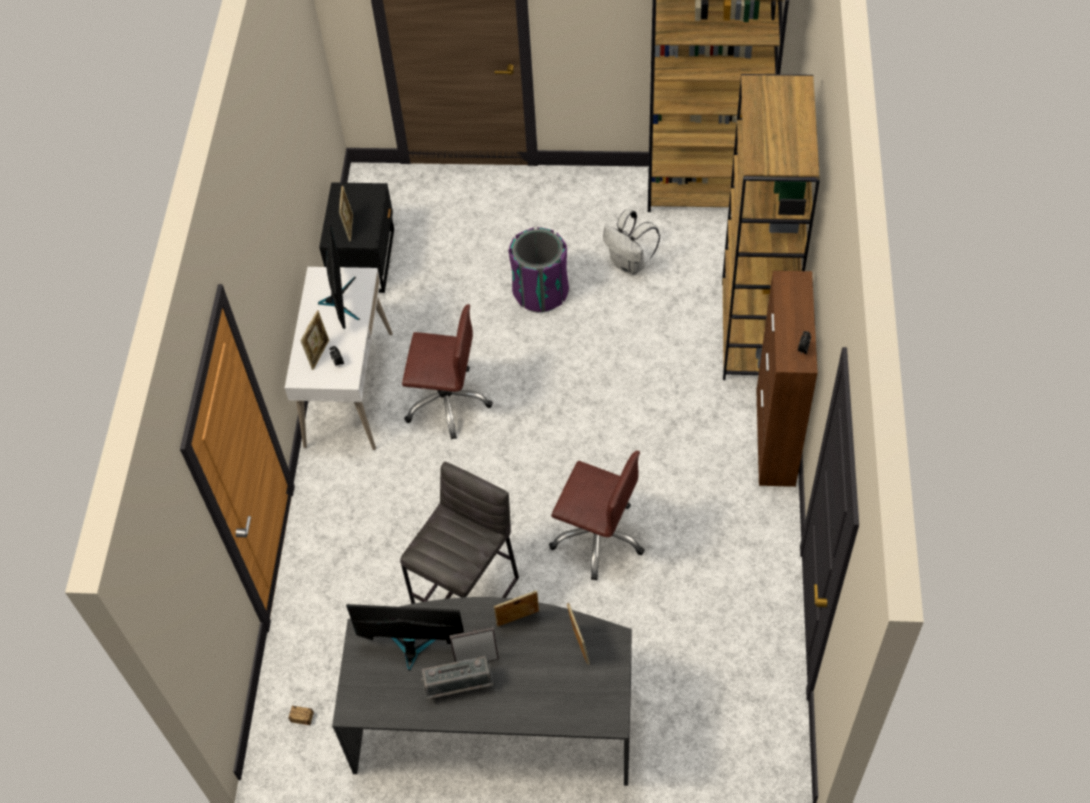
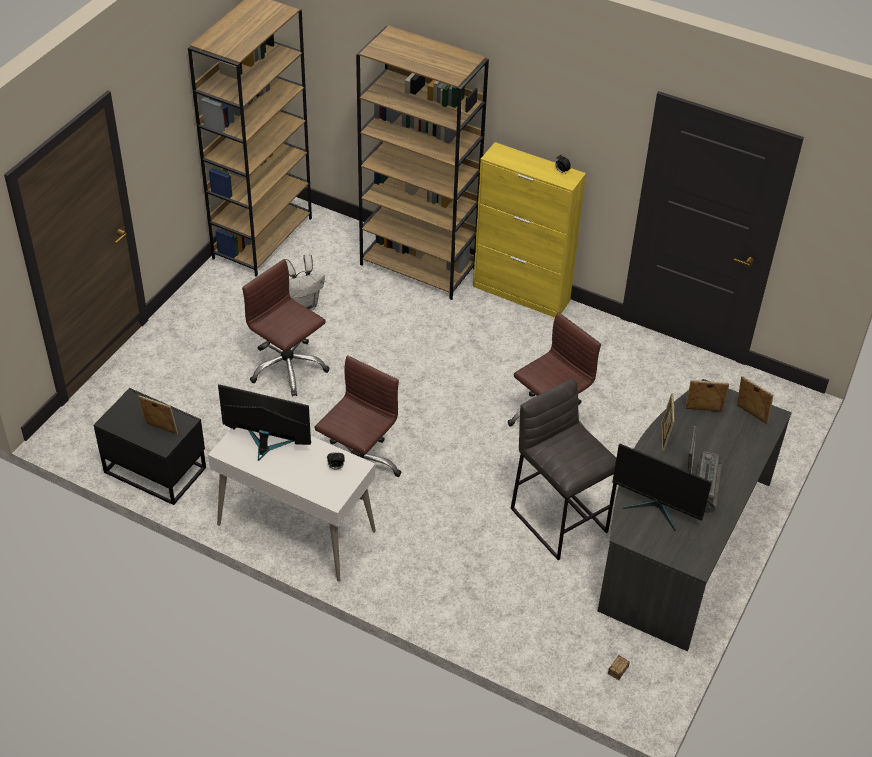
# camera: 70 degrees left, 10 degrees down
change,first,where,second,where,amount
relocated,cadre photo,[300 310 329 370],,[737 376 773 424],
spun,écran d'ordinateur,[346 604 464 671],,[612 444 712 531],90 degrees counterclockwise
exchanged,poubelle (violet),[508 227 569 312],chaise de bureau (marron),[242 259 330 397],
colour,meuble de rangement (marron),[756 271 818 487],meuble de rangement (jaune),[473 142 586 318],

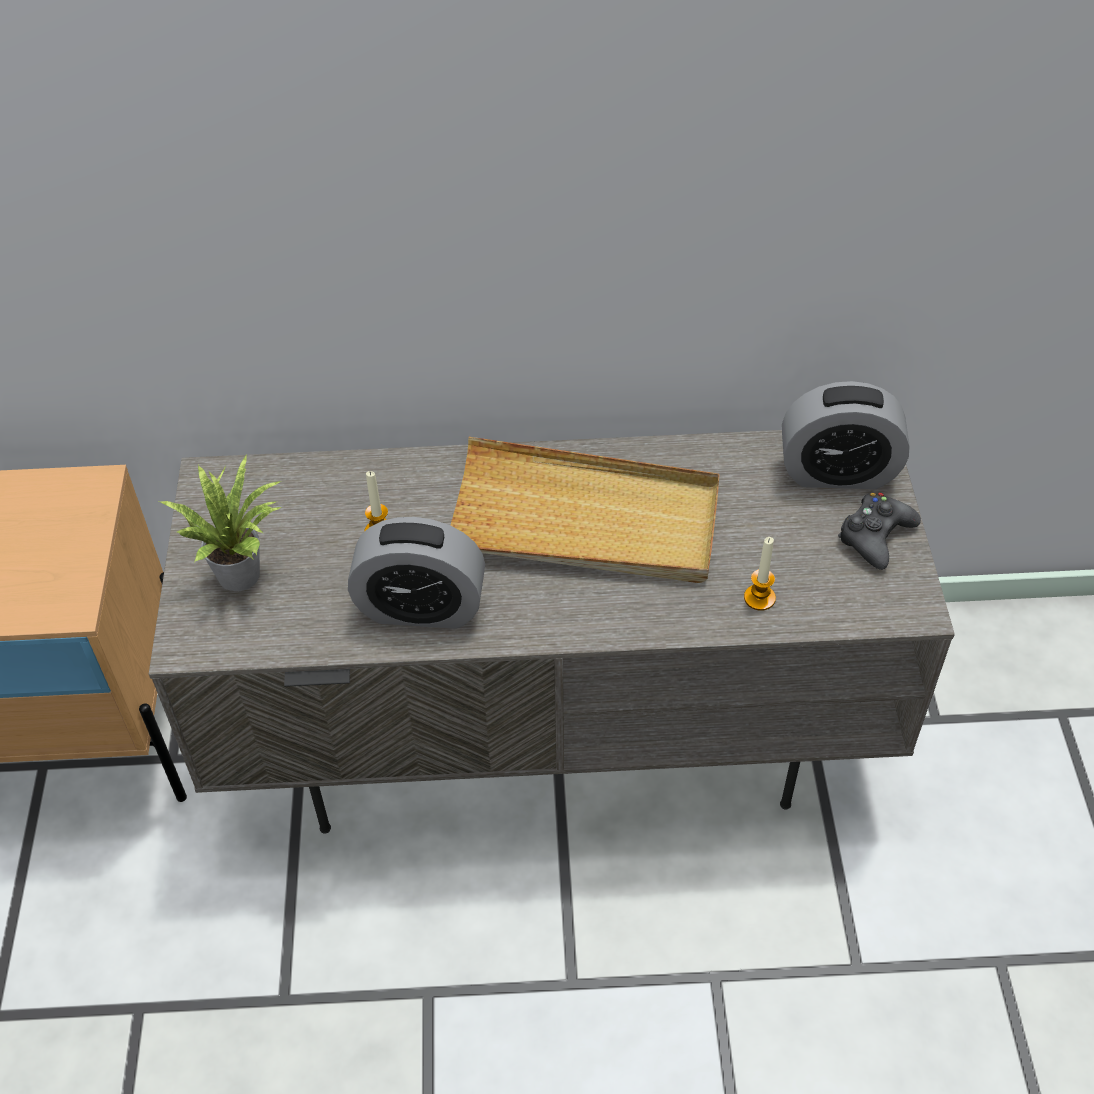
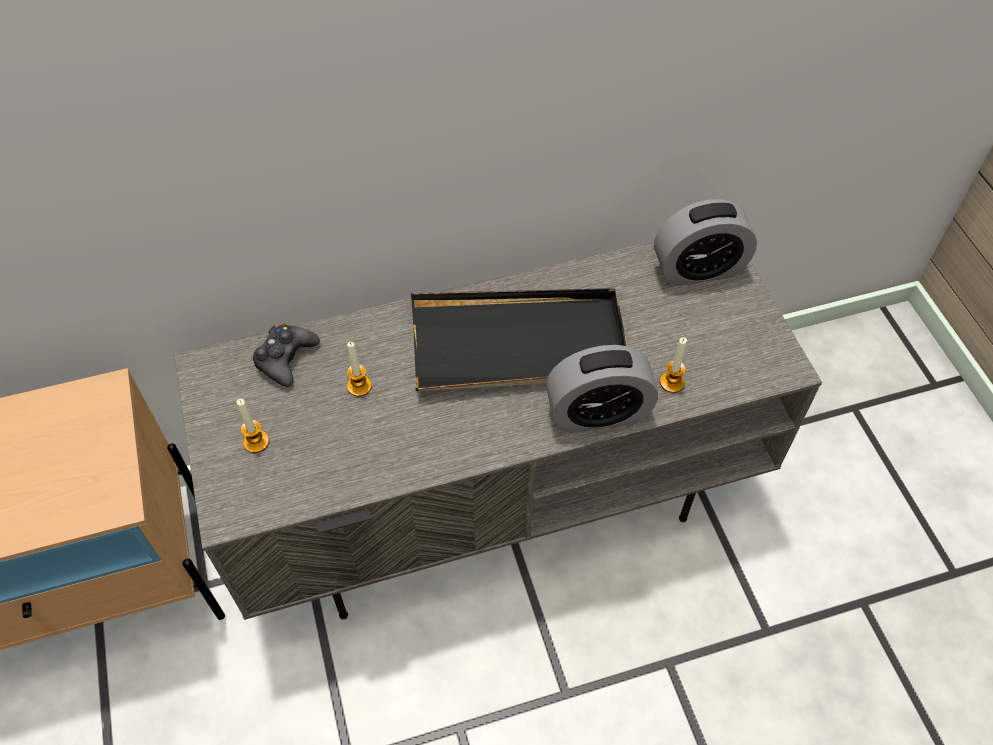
# camera: 15 degrees left, 5 degrees up
change,first,where,second,where,amount
exchanged,plante en pot,[159 455 282 591],bougie,[237 399 269 453],
relocated,réveil,[348 517 485 629],,[546 345 658 433],
colour,plateau (beige),[450 437 719 583],plateau (noir),[411 288 627 391],
relocated,manette (noir),[838 493 921 570],,[253 324 320 387],

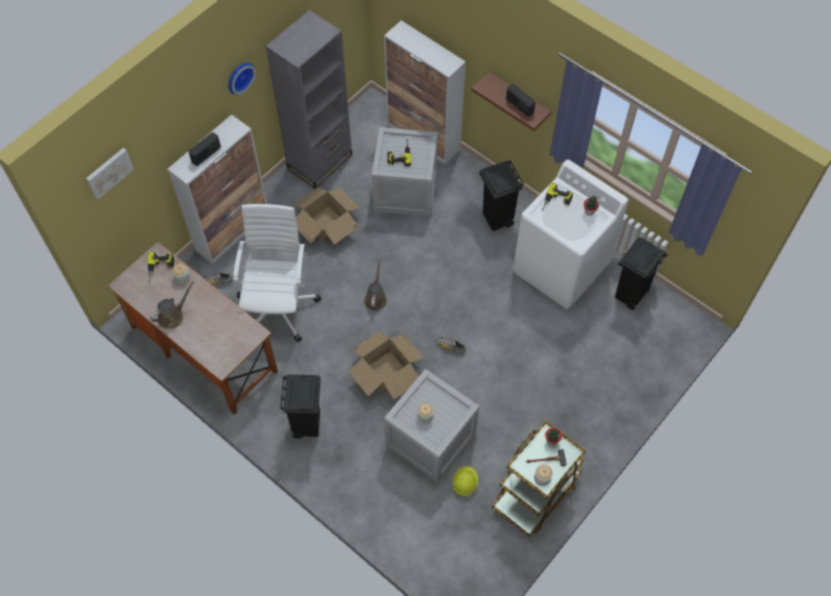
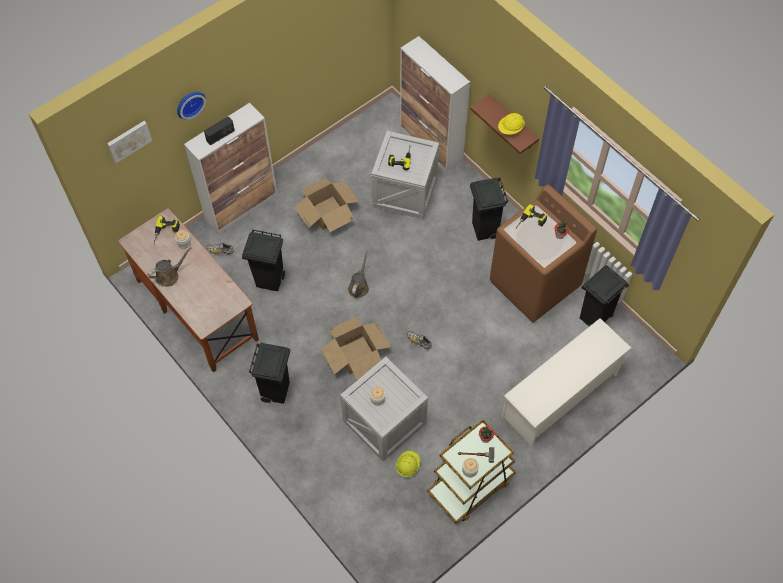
# camera: 10 degrees right, 0 degrees up
change,first,where,second,where,amount
relocated,horloge murale,[228 62 256 94],,[177 92 206 120],
exchanged,chaise de bureau (blanc),[233 204 321 342],poubelle (noir),[242 229 285 291],
missing,bibliothèque (gris),[266 10 352 189],,,
exchanged,radio,[506 84 536 117],casque de chantier (jaune),[498 113 525 135],
colour,lave-linge (blanc),[513 160 629 309],lave-linge (marron),[490 184 597 322],
appeared,,,étagère à chaussures (blanc),[501 318 631 446],

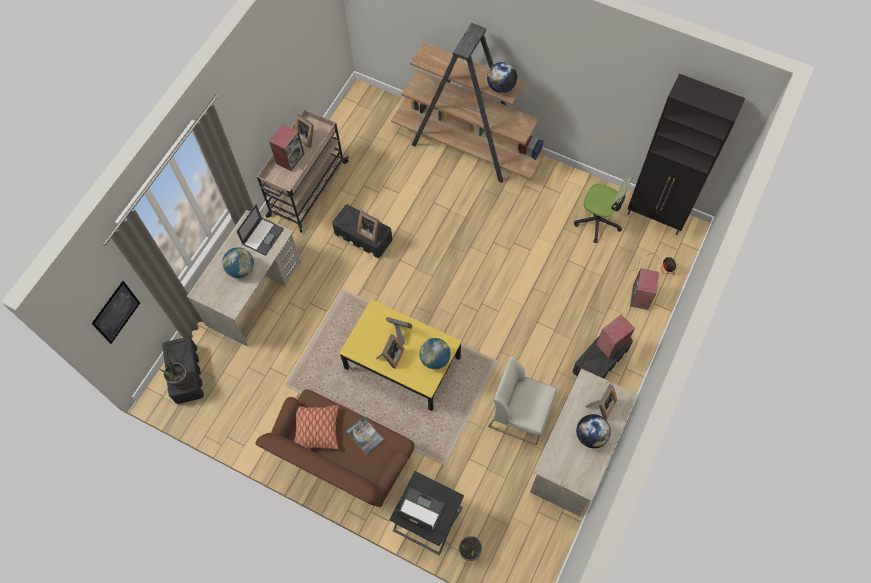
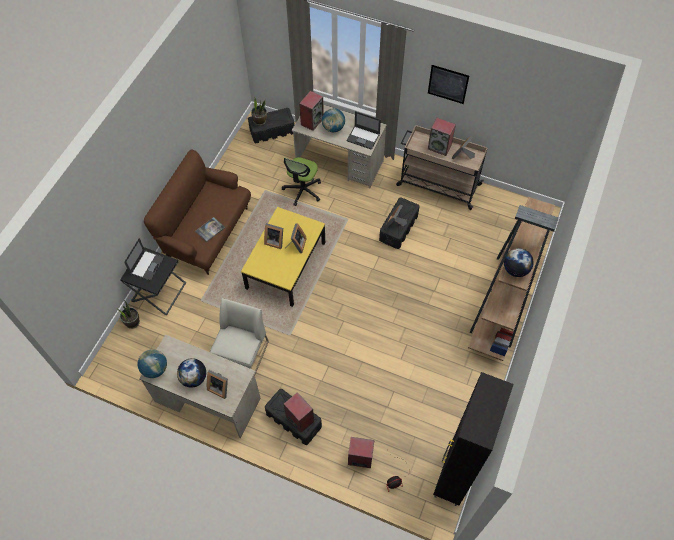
# camera: 85 degrees right, 5 degrees down
change,first,where,second,where,amount
relocated,tableau,[92 281 140 344],,[428 65 469 104],
missing,coussin,[294 405 339 450],,,
relocated,globe,[419 338 451 369],,[138 349 167 378],
relocated,chaise de bureau,[574 176 632 243],,[282 157 321 206],
appeared,,,enceinte,[299 91 324 131],

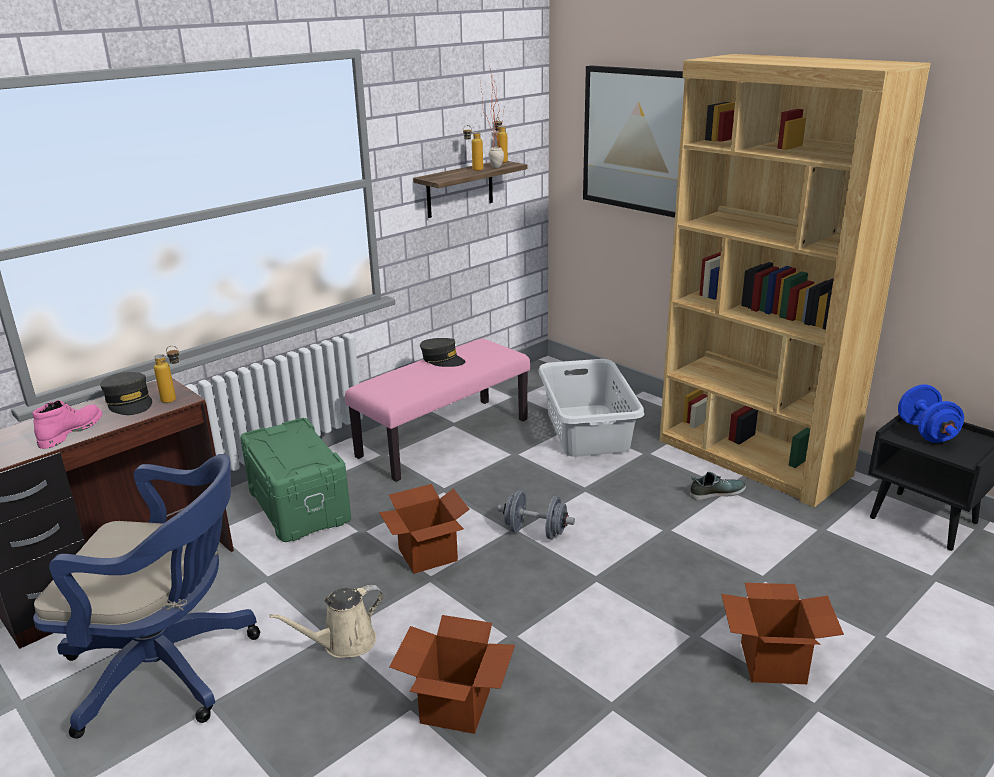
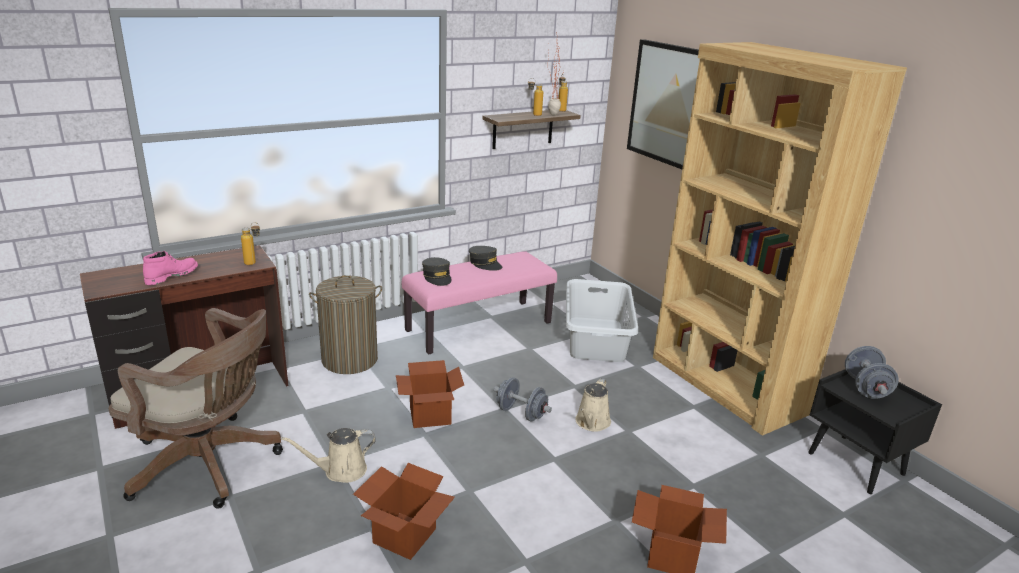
# camera: 10 degrees right, 0 degrees up
change,first,where,second,where,amount
colour,chaise de bureau (bleu),[33 454 260 739],chaise de bureau (marron),[109 308 283 509],
relocated,casquette (gris),[100 372 152 415],,[422 257 452 286],
exchanged,boîte de rangement (vert),[240 418 351 542],panier à linge,[309 275 382 374],
missing,chaussure,[690 472 746 500],,,
colour,haltère (bleu),[898 385 964 443],haltère (gris),[845 346 899 399],
appeared,,,arrosoir (beige),[575 379 611 432],

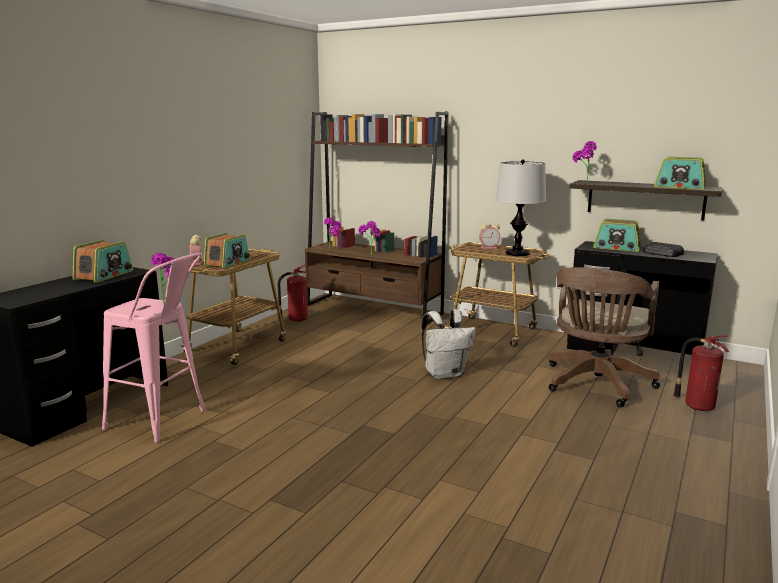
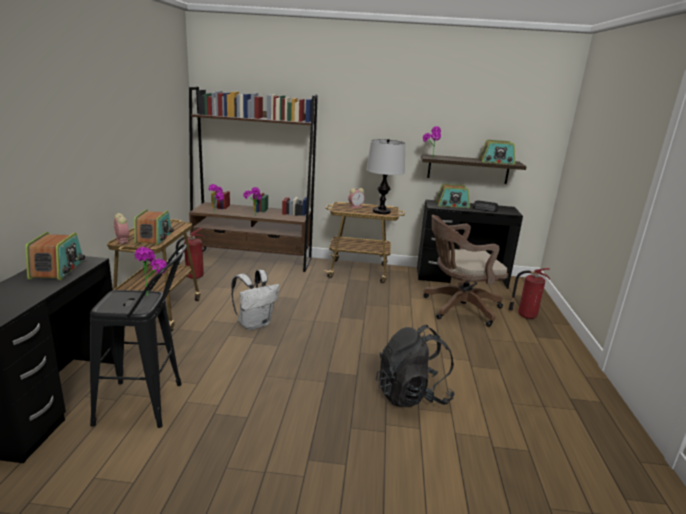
# camera: 25 degrees left, 5 degrees up
change,first,where,second,where,amount
colour,tabouret (rose),[102 253 206 442],tabouret (noir),[90 244 187 428],
relocated,sac à dos (blanc),[422 309 476 379],,[231 270 279 330],
spun,chaise de bureau (marron),[548 267 660 408],,[423 215 508 327],75 degrees clockwise
appeared,,,sac à dos (noir),[376 325 455 407],

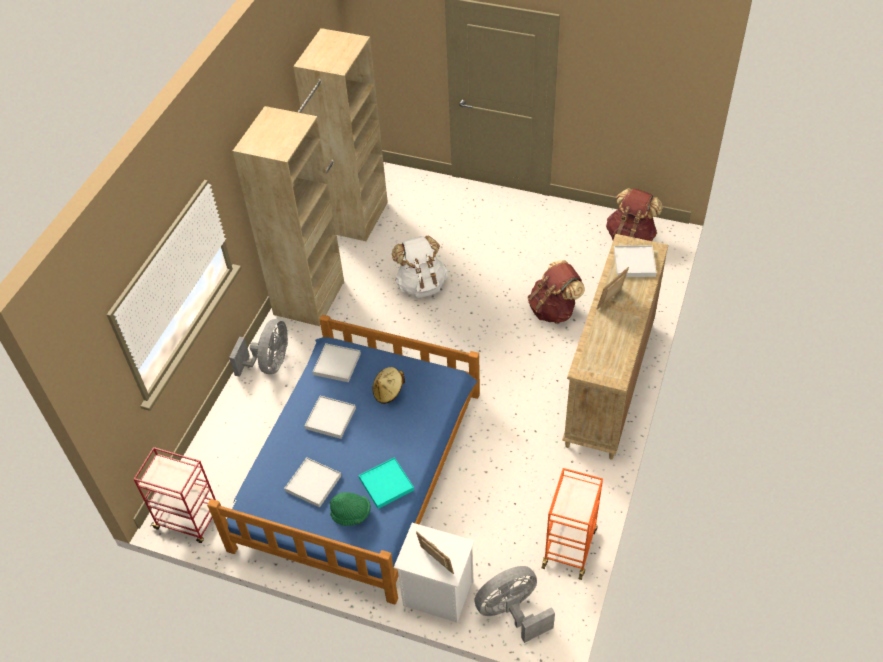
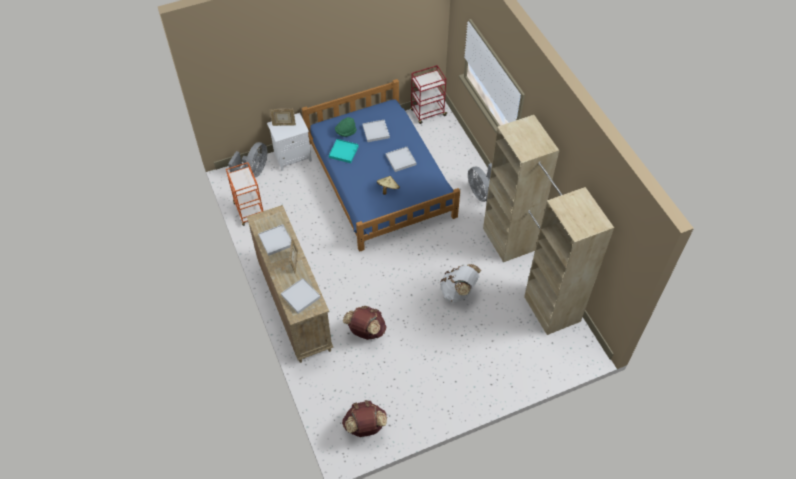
# camera: 135 degrees right, 5 degrees up
change,first,where,second,where,amount
relocated,plateau (blanc),[313 343 361 382],,[258 224 291 256],

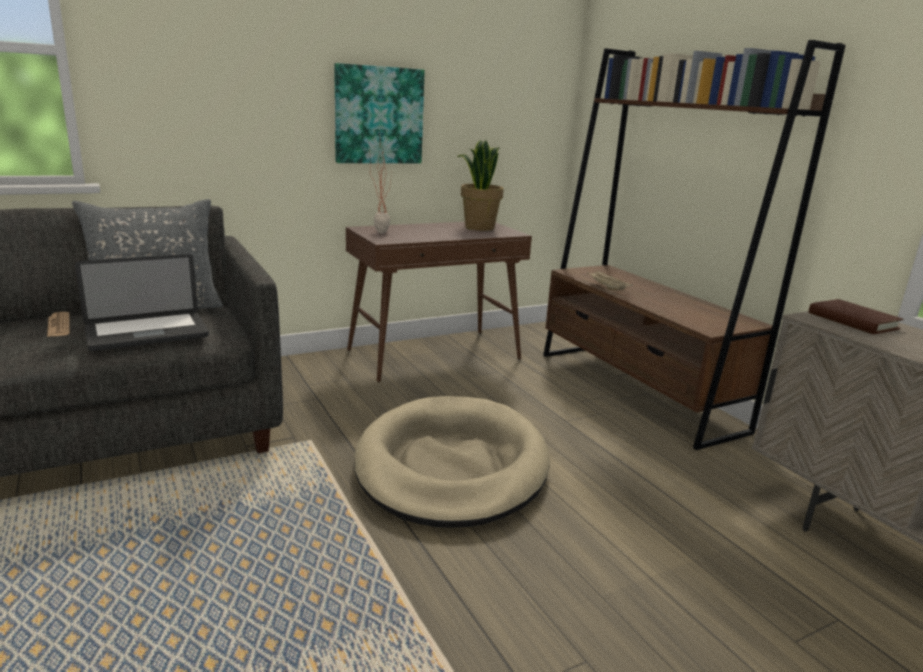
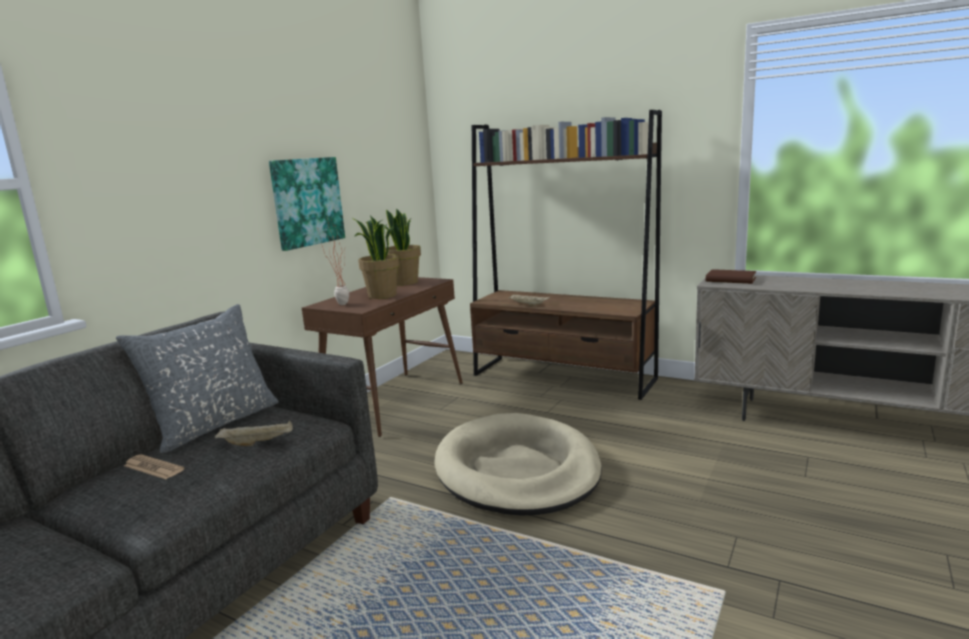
# camera: 30 degrees left, 5 degrees down
change,first,where,second,where,amount
exchanged,ordinateur portable,[75 254 209 351],plateau (beige),[215 421 293 446],
appeared,,,plante en pot,[353 215 400 299],

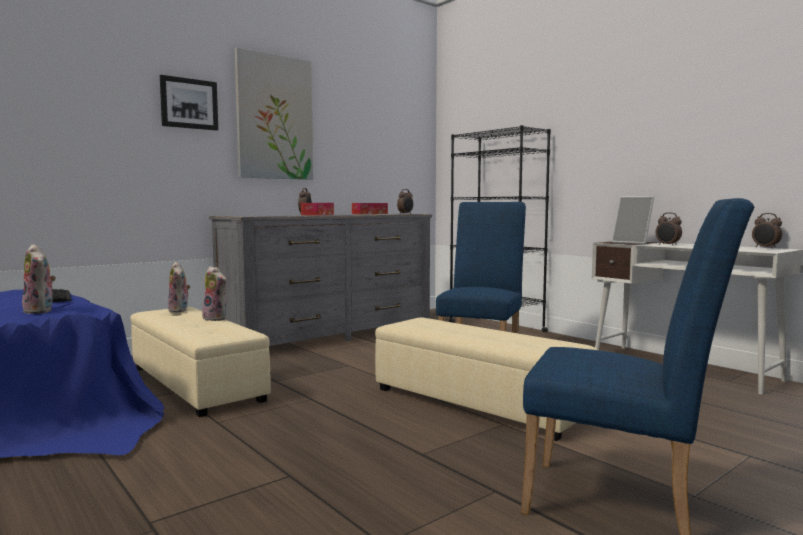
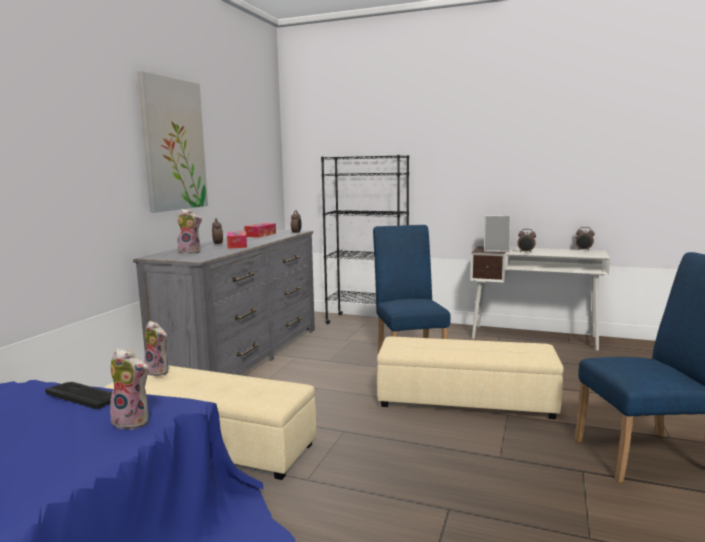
# camera: 30 degrees left, 5 degrees up
change,first,where,second,where,amount
missing,tableau,[160 75 218 131],,,
relocated,peluche,[202 266 227 321],,[177 209 202 254],

